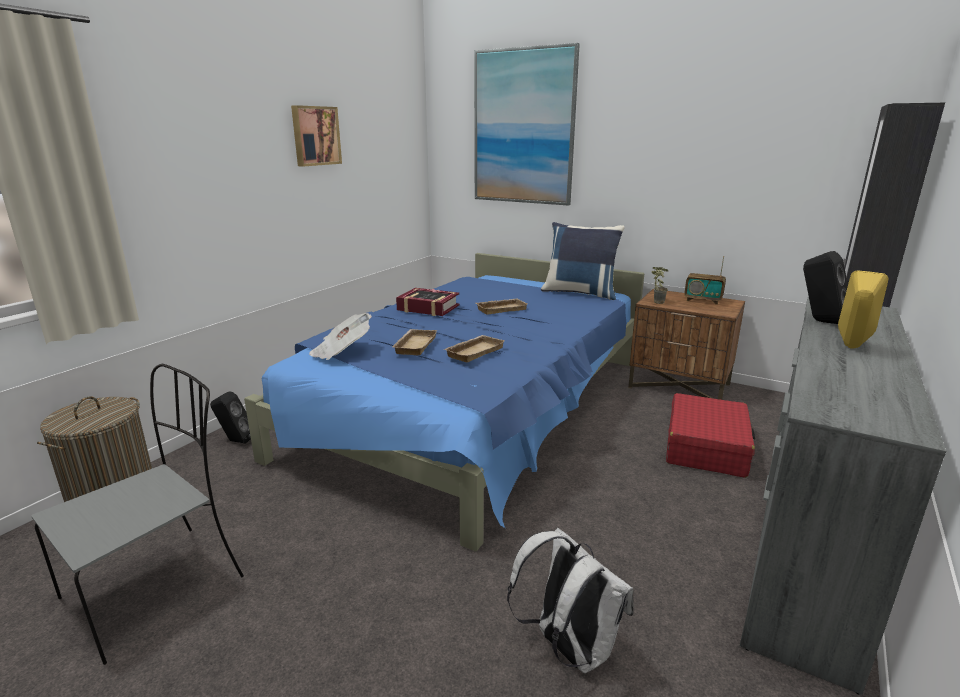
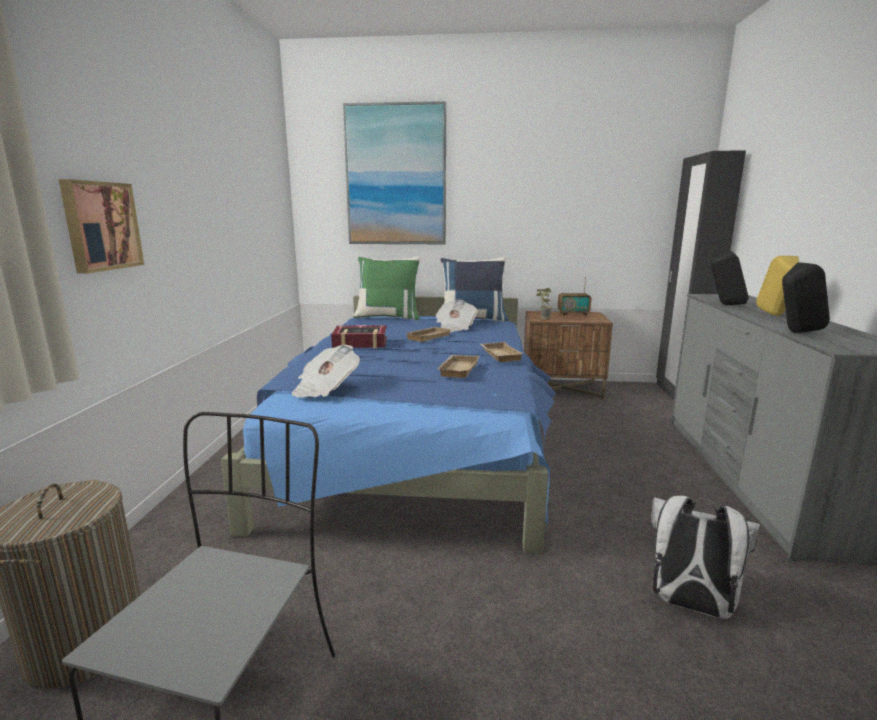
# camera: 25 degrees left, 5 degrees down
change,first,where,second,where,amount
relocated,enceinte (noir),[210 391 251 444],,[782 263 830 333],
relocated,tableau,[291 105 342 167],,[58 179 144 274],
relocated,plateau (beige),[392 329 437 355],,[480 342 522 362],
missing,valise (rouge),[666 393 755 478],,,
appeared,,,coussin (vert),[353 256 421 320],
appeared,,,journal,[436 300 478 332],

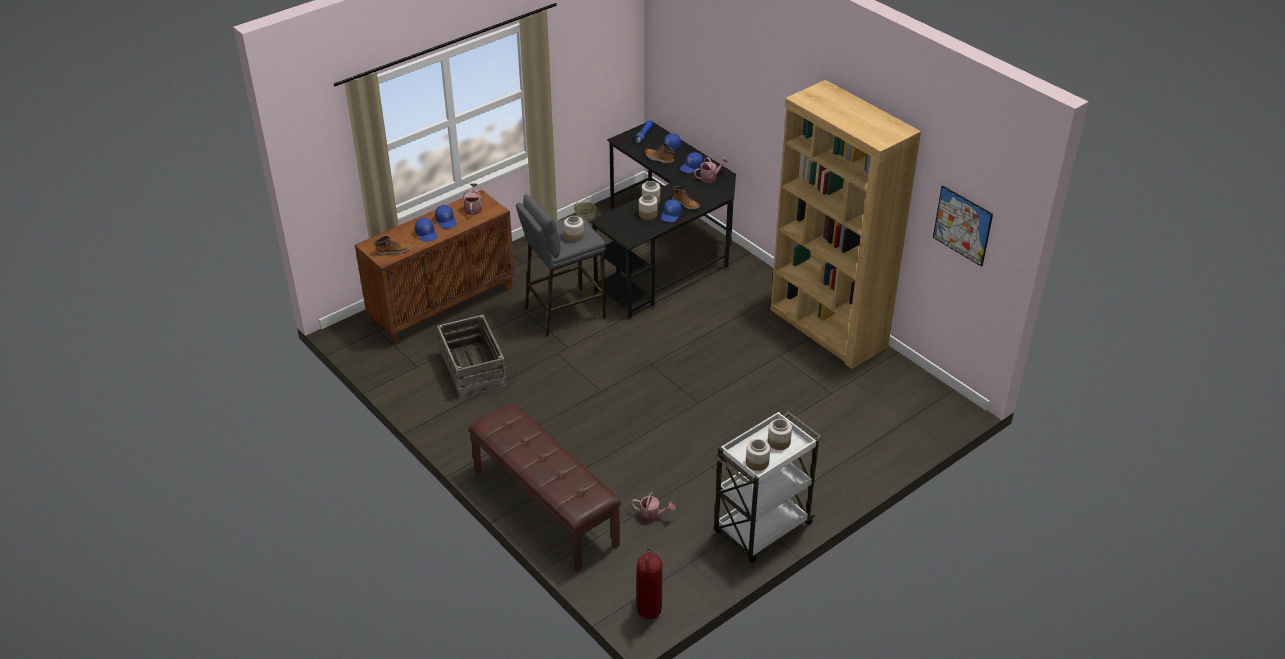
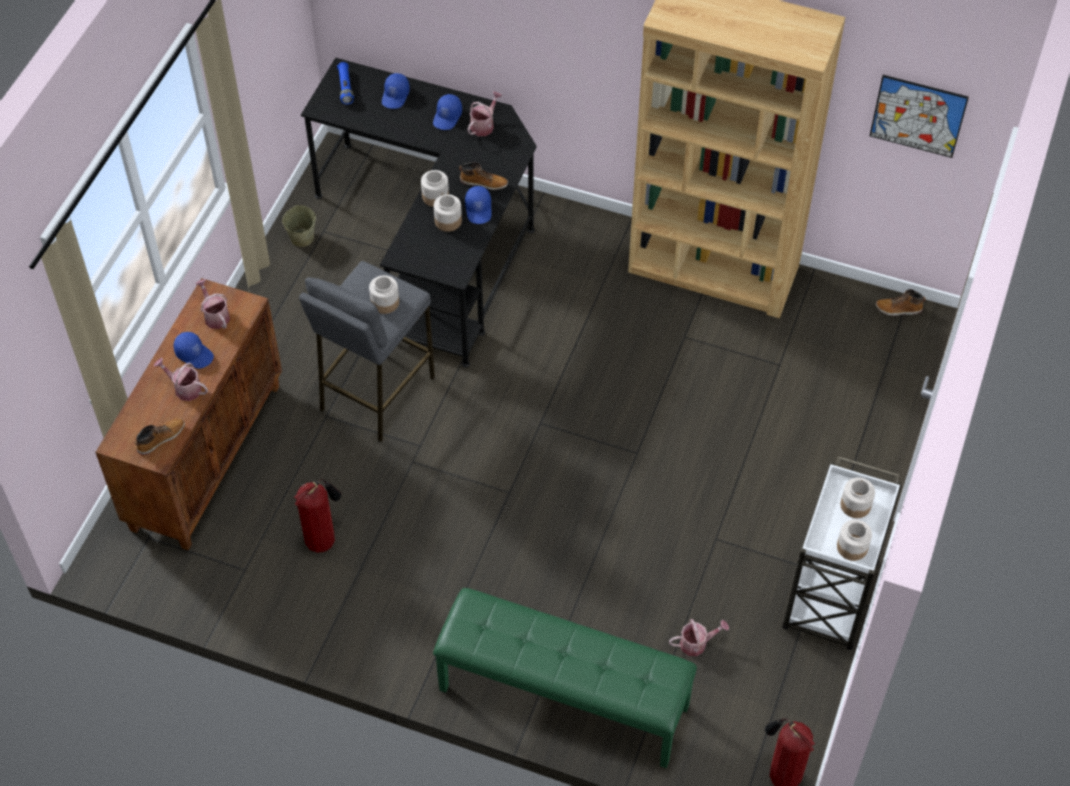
# camera: 30 degrees left, 15 degrees up
change,first,where,second,where,amount
exchanged,casquette (bleu),[415 218 438 242],arrosoir,[154 358 208 401],
exchanged,caisse,[437 315 508 399],extincteur,[294 479 341 553],
colour,banc (marron),[468 404 621 572],banc (vert),[433 588 697 768],
relocated,botte,[645 144 674 164],,[876 289 926 316],

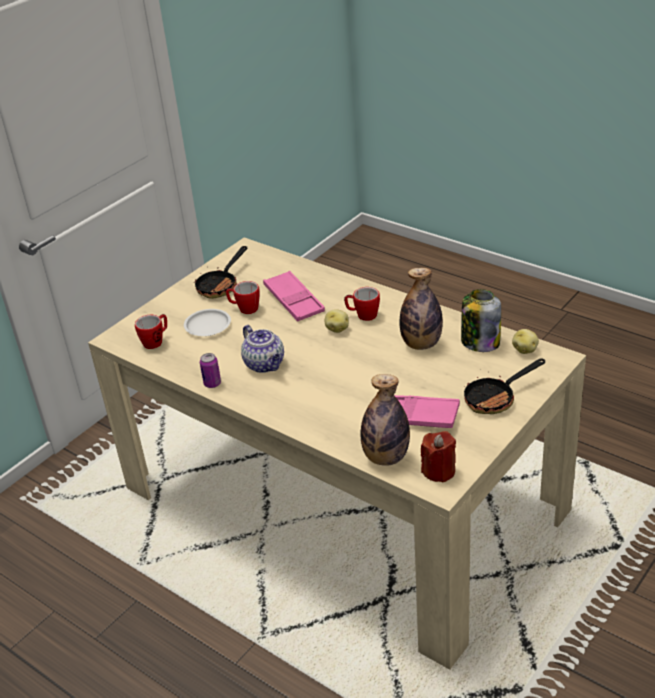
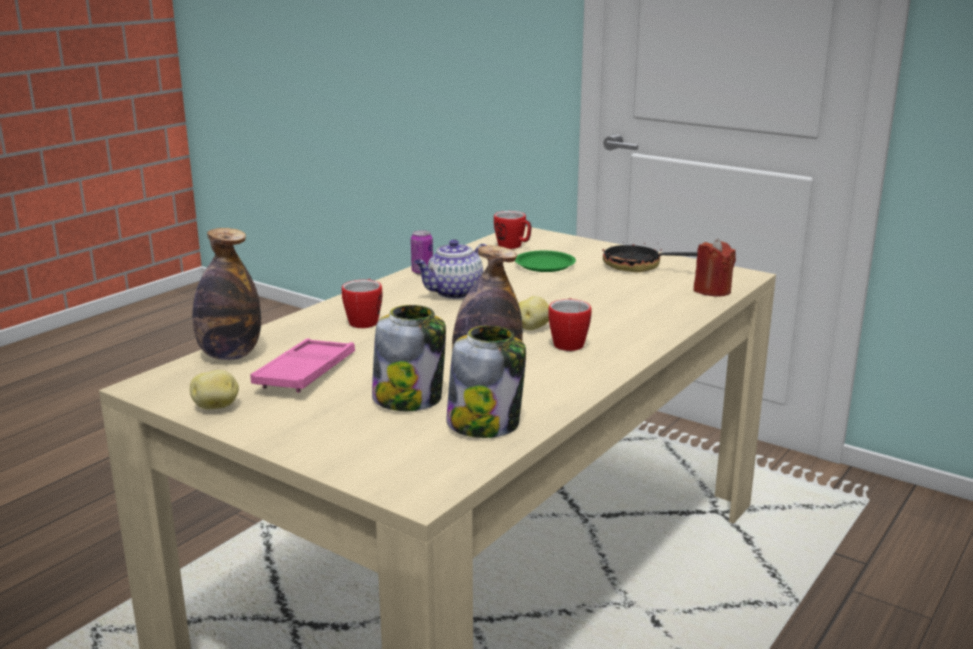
# camera: 85 degrees right, 15 degrees down
change,first,where,second,where,amount
colour,assiette (blanc),[184 309 231 336],assiette (vert),[515 251 576 272],
relocated,mug,[226 281 260 314],,[342 279 382 328],
missing,plateau (rose),[263 271 325 322],,,
relocated,bougie (rouge),[421 431 456 483],,[694 239 736 297],
missing,poêle,[464 359 545 414],,,
relocated,pomme de terre,[512 329 539 354],,[190 370 239 410],
appeared,,,bocal,[372 305 446 411],

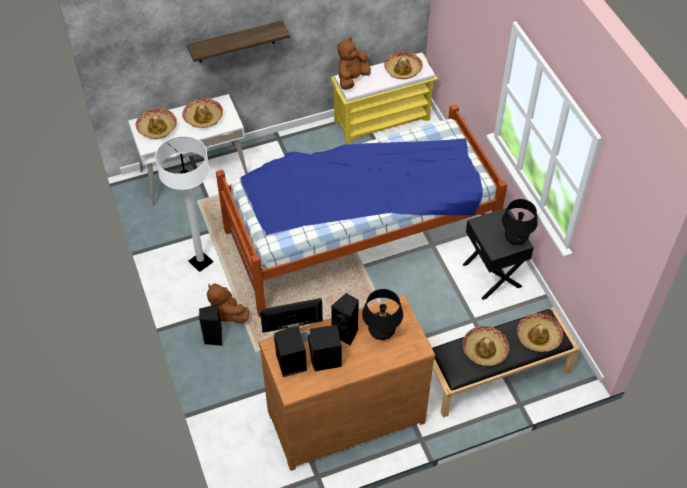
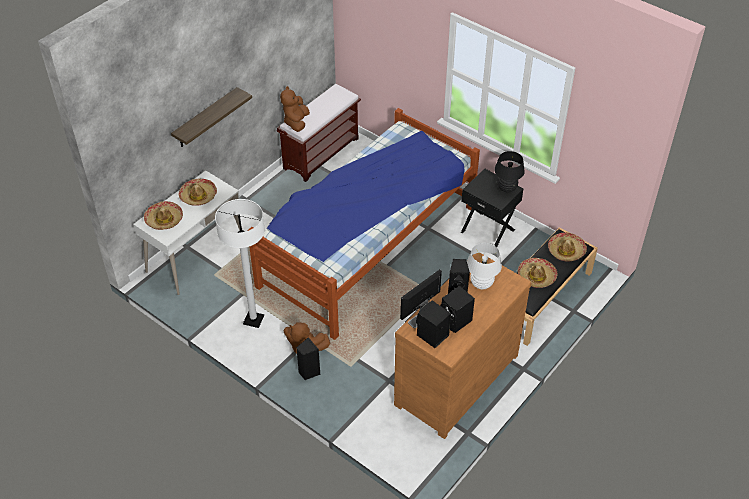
# camera: 30 degrees left, 5 degrees down
change,first,where,second,where,amount
colour,banc (jaune),[331 53 438 144],banc (marron),[277 84 361 182],
colour,lampe de table (noir),[362 289 403 340],lampe de table (blanc),[467 243 502 289],
missing,chapeau,[384 51 423 79],,,

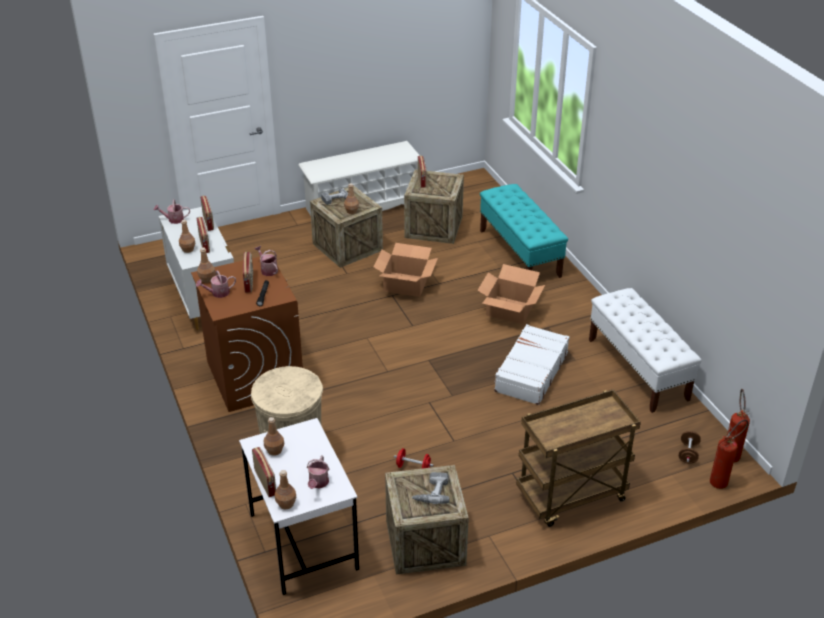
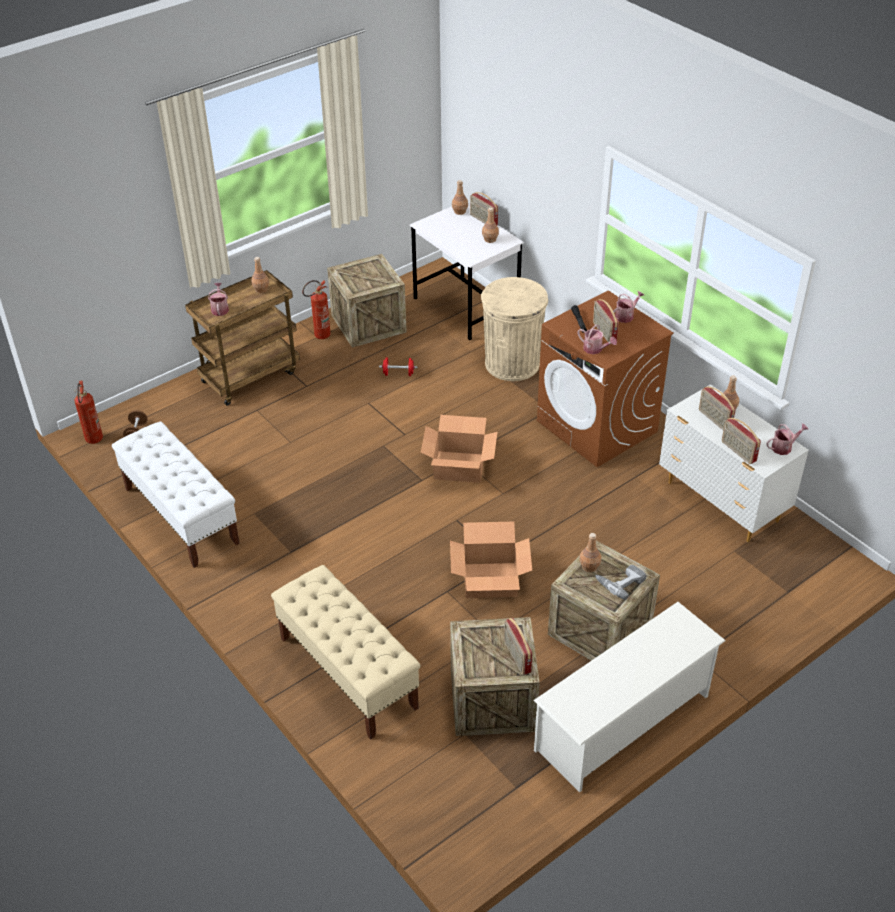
# camera: 165 degrees right, 5 degrees up
change,first,where,second,where,amount
relocated,bouteille (marron),[197 247 215 283],,[251 257 269 293],
relocated,arrosoir,[307 455 329 489],,[208 283 229 316],
missing,perceuse,[412 472 450 504],,,
relocated,carton,[477 264 545 324],,[421 415 497 483],
colour,banc (turquoise),[480 184 568 278],banc (beige),[271 565 421 740],
missing,valise (blanc),[494 324 570 405],,,
relocated,extincteur,[710 419 748 489],,[302 280 331 339],

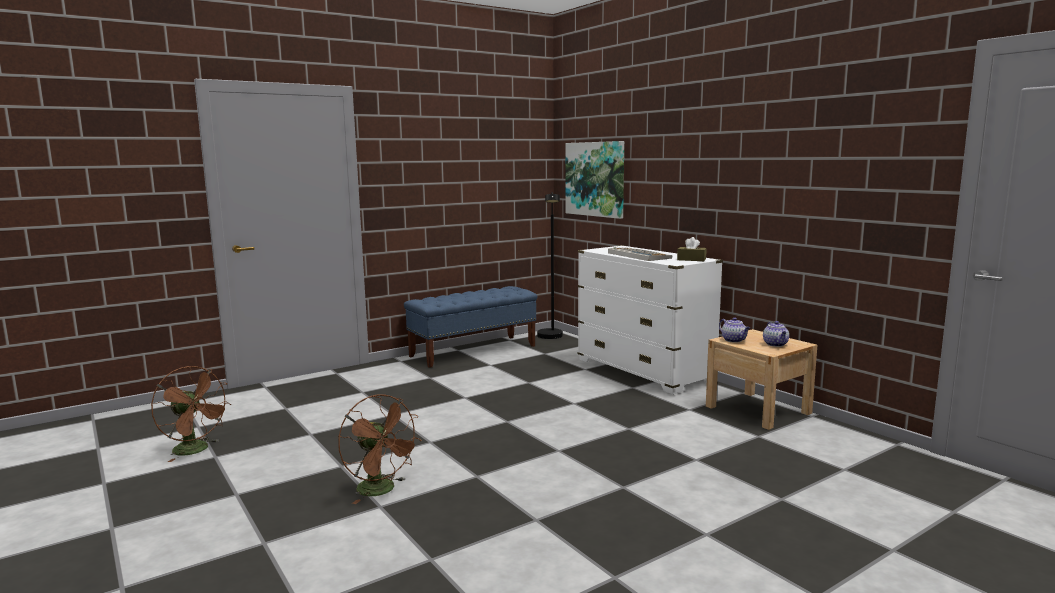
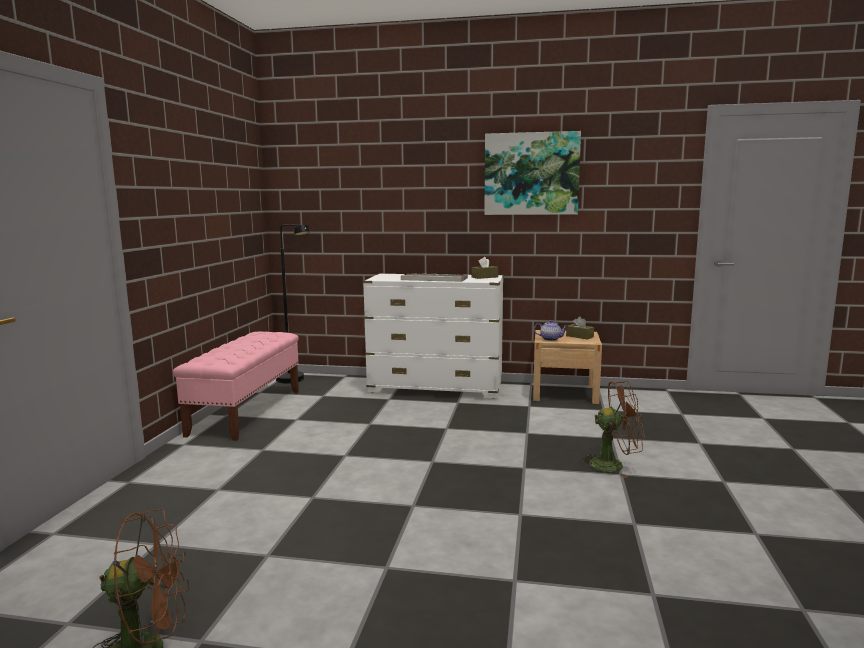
# camera: 45 degrees left, 0 degrees up
change,first,where,second,where,amount
relocated,ventilateur (marron),[338 394 421 504],,[578 381 645 478],
colour,banc (bleu),[404 286 537 368],banc (rose),[173 332 299 441],
relocated,tableau,[566 141 624 219],,[484 131 581 215],
exchanged,théière,[763 321 789 347],boîte à mouchoirs (marron),[566 317 594 340],

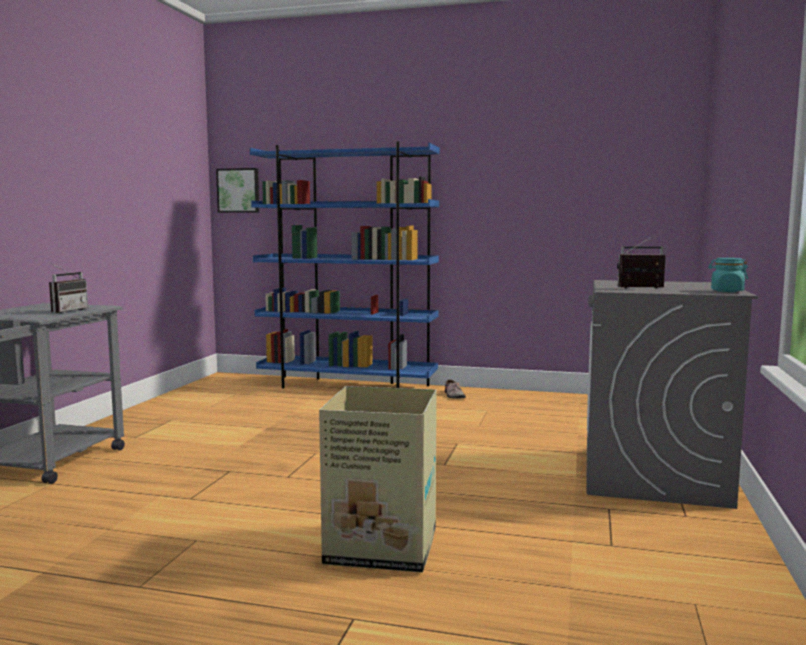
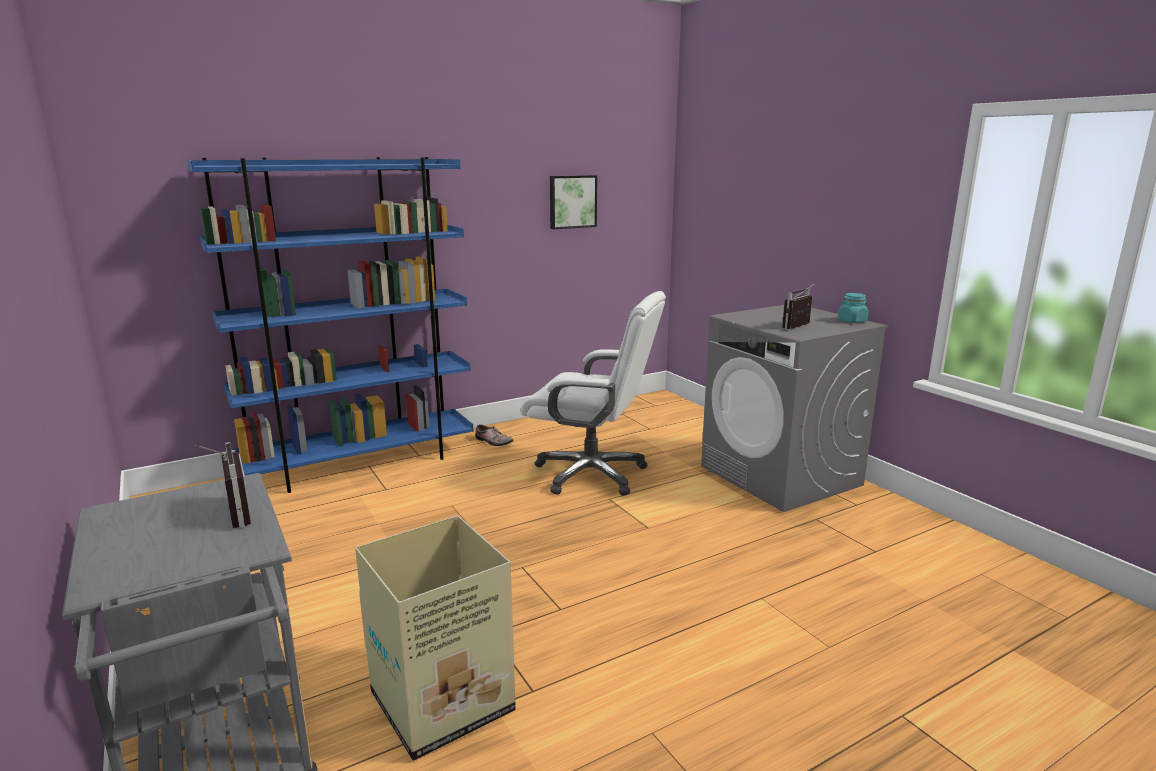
# camera: 45 degrees left, 10 degrees up
change,first,where,second,where,amount
relocated,tableau,[216 168 259 213],,[550 175 597 229],
relocated,carton,[319 386 437 573],,[355 516 516 761],
appeared,,,chaise de bureau (blanc),[521 291 666 496],

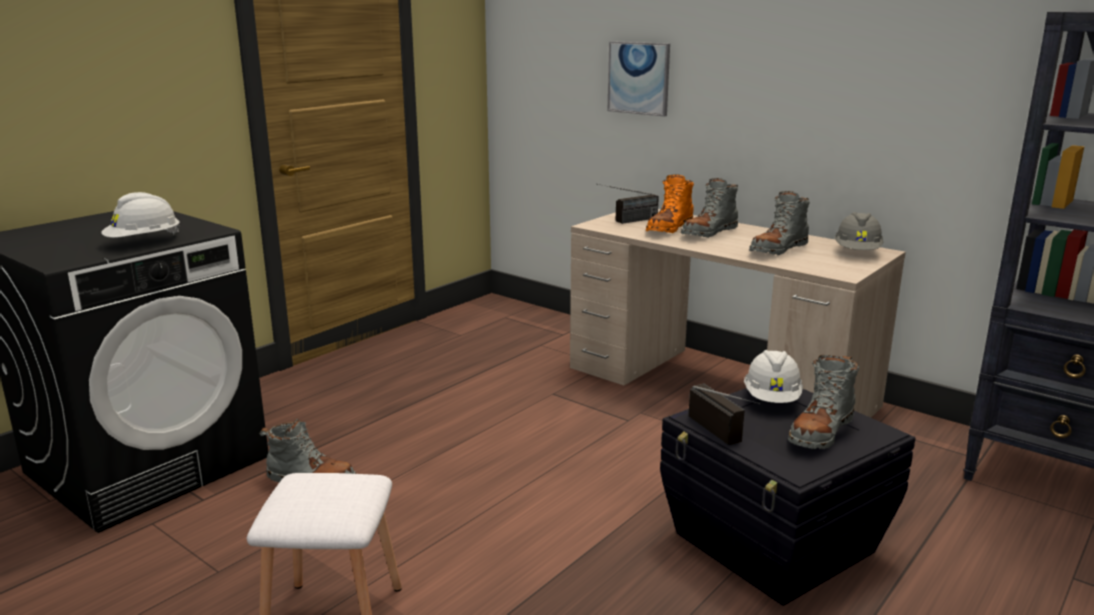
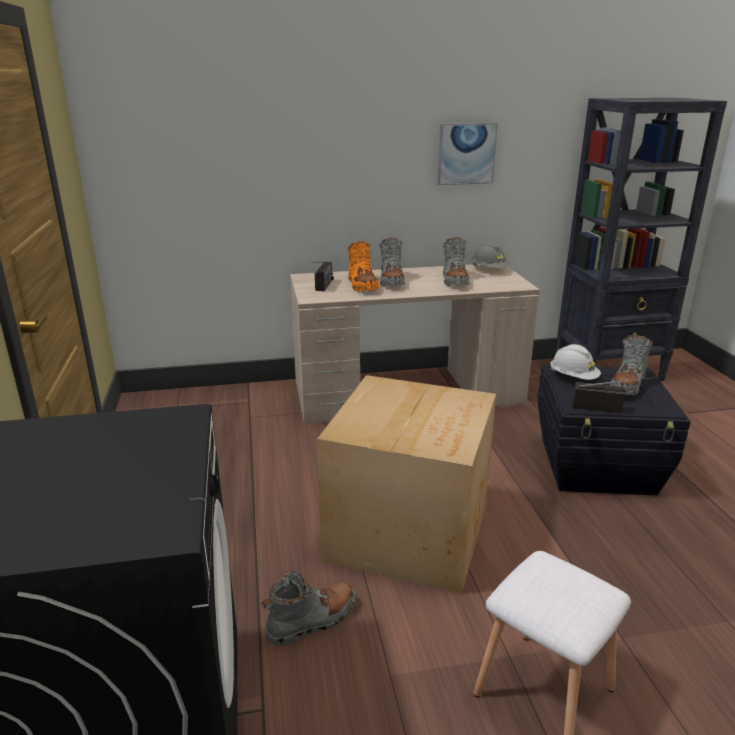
# camera: 50 degrees left, 5 degrees up
change,first,where,second,where,amount
missing,casque de chantier (blanc),[101 192 180 238],,,
relocated,tableau,[607 41 670 117],,[437 123 498 185],
spun,botte (gris),[788 355 859 449],,[610 335 653 395],45 degrees clockwise
appeared,,,carton,[317 375 496 594],

